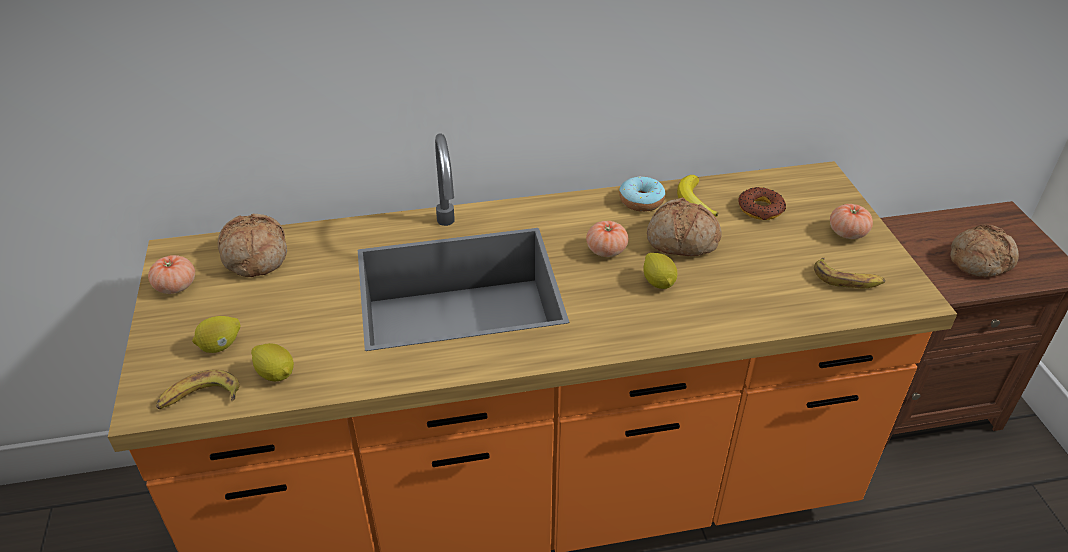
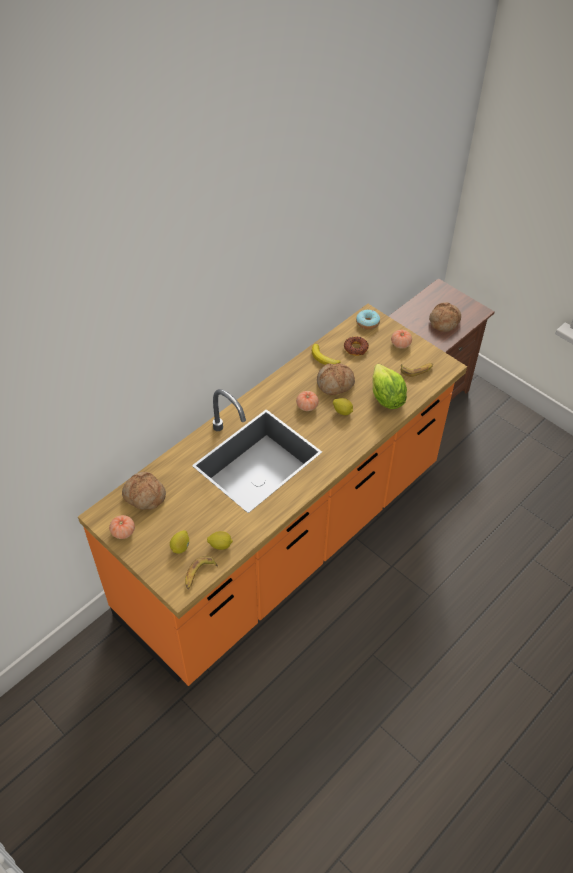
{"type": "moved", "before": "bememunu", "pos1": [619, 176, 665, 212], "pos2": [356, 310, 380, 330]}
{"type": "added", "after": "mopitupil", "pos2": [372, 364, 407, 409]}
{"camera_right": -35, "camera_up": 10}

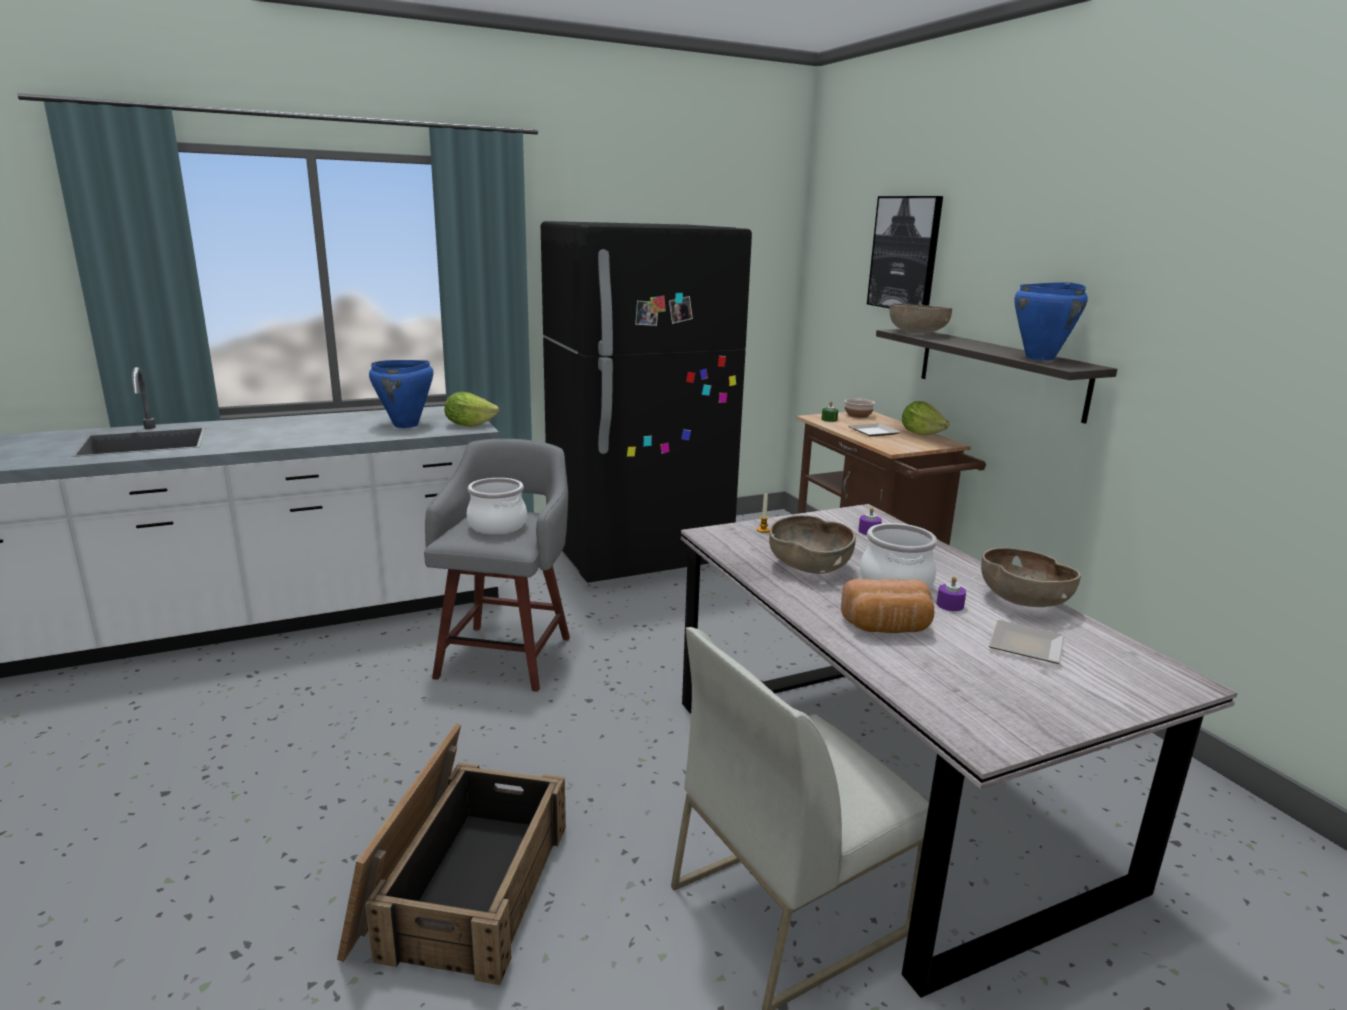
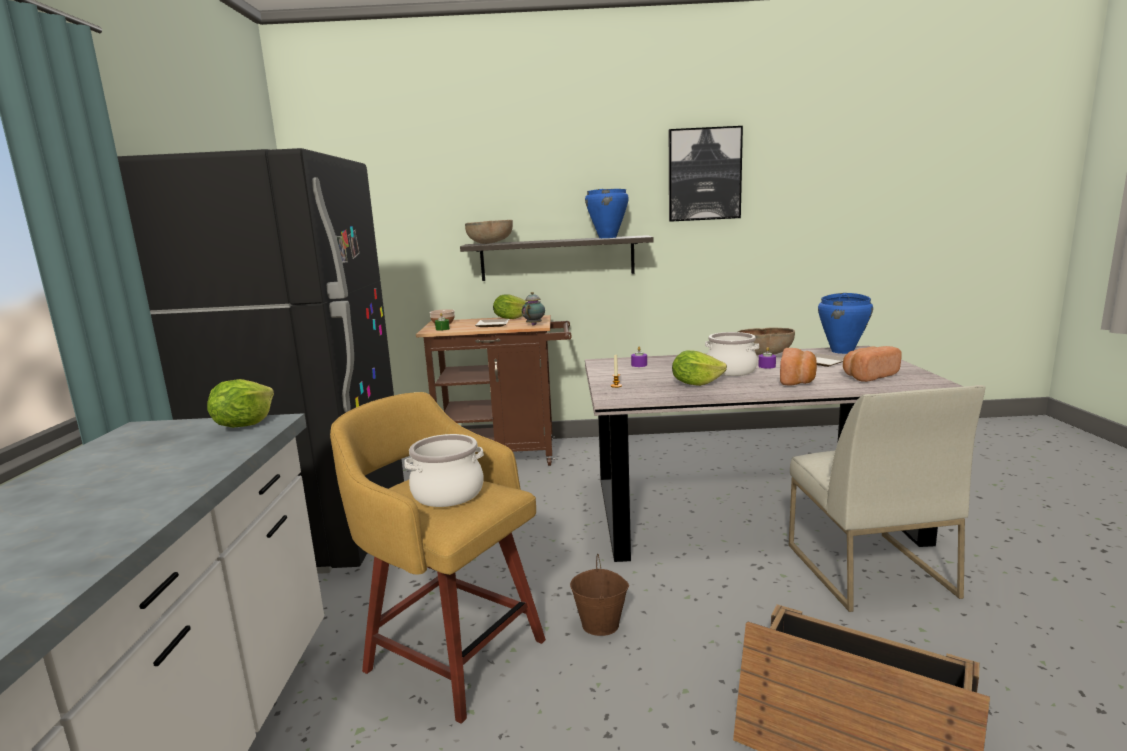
{"type": "moved", "before": "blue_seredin", "pos1": [369, 360, 433, 428], "pos2": [818, 293, 873, 354]}
{"type": "recoloured", "before": "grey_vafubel", "after": "yellow_vafubel", "pos1": [424, 439, 570, 692], "pos2": [330, 392, 546, 724]}
{"type": "replaced", "before": "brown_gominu", "after": "mopitupil", "pos1": [769, 515, 856, 574], "pos2": [672, 350, 727, 386]}
{"type": "moved", "before": "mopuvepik", "pos1": [867, 196, 943, 308], "pos2": [669, 126, 743, 222]}
{"type": "added", "after": "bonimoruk", "pos2": [522, 292, 545, 326]}
{"type": "added", "after": "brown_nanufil", "pos2": [570, 554, 629, 636]}
{"type": "added", "after": "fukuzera", "pos2": [843, 346, 902, 382]}
{"camera_right": -65, "camera_up": -5}

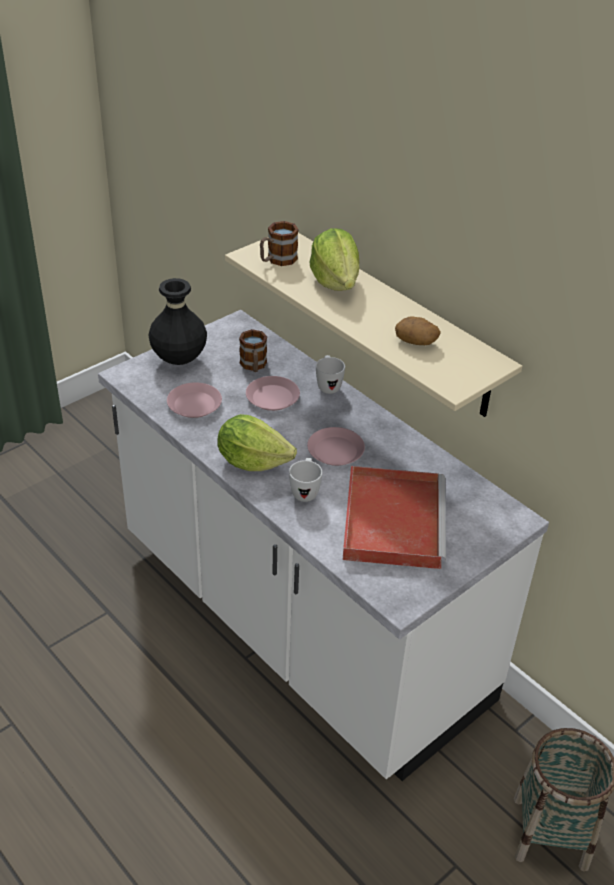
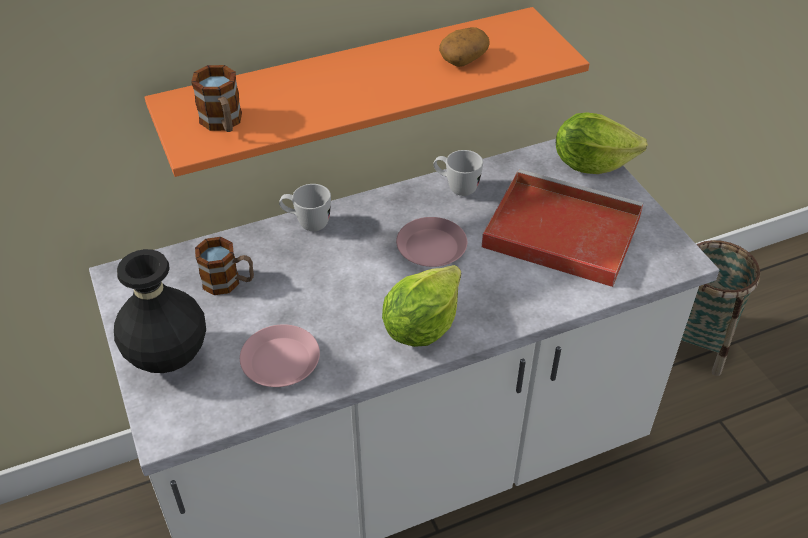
{"type": "recoloured", "before": "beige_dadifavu", "after": "orange_dadifavu", "pos1": [225, 233, 522, 417], "pos2": [145, 7, 589, 177]}
{"type": "removed", "before": "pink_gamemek", "pos1": [246, 376, 300, 411]}
{"type": "moved", "before": "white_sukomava", "pos1": [289, 458, 323, 502], "pos2": [433, 150, 483, 196]}
{"type": "moved", "before": "mopitupil", "pos1": [310, 228, 359, 291], "pos2": [556, 112, 648, 174]}
{"camera_right": -70, "camera_up": 5}

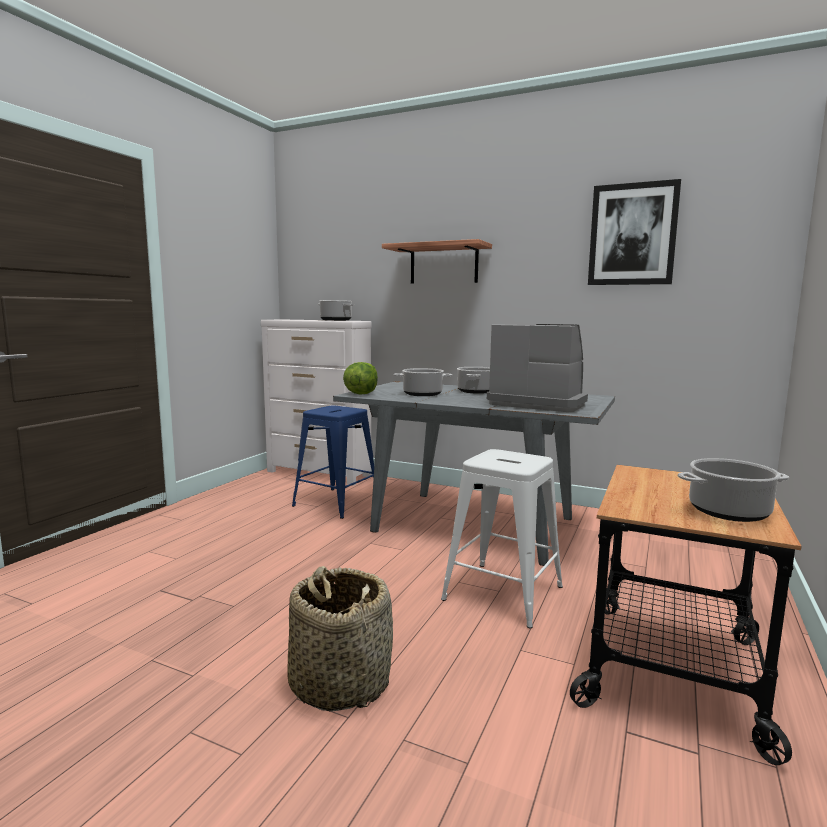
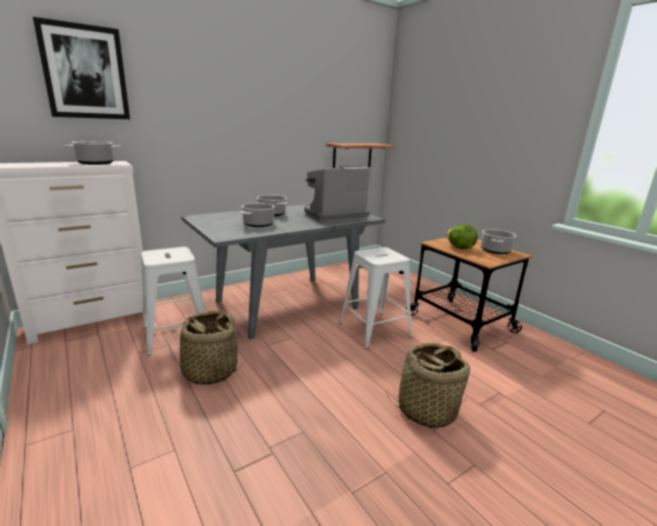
{"type": "recoloured", "before": "blue_vafubel", "after": "white_vafubel", "pos1": [292, 405, 374, 519], "pos2": [141, 247, 205, 356]}
{"type": "moved", "before": "mopitupil", "pos1": [343, 362, 378, 395], "pos2": [446, 224, 478, 249]}
{"type": "moved", "before": "dadifavu", "pos1": [382, 239, 492, 284], "pos2": [326, 143, 395, 168]}
{"type": "moved", "before": "mopuvepik", "pos1": [588, 179, 681, 285], "pos2": [33, 17, 130, 119]}
{"type": "added", "after": "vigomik", "pos2": [170, 311, 244, 385]}
{"camera_right": -60, "camera_up": 10}

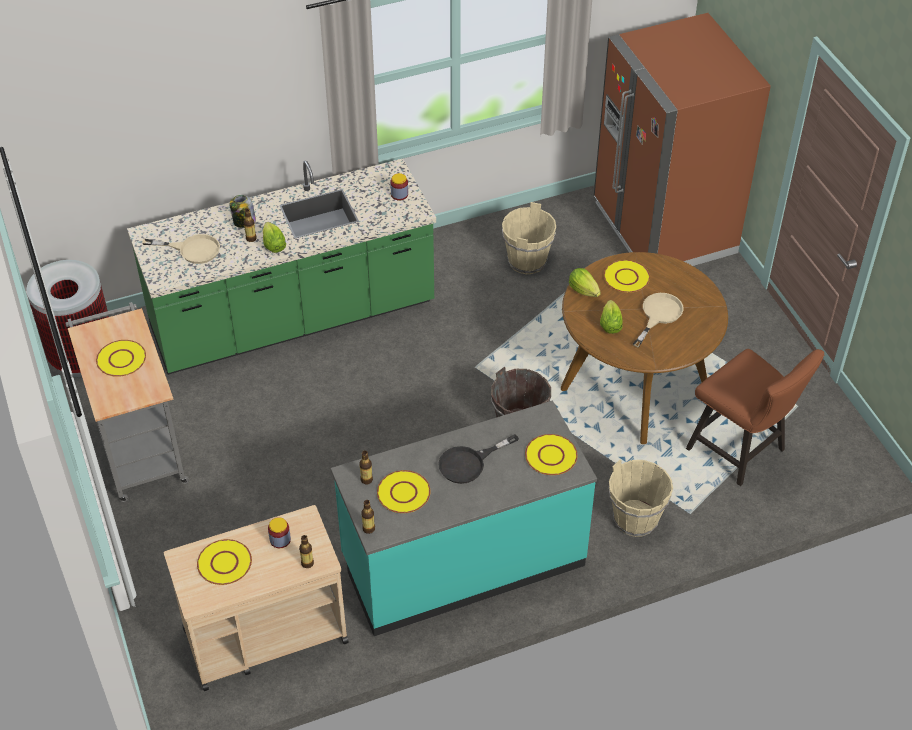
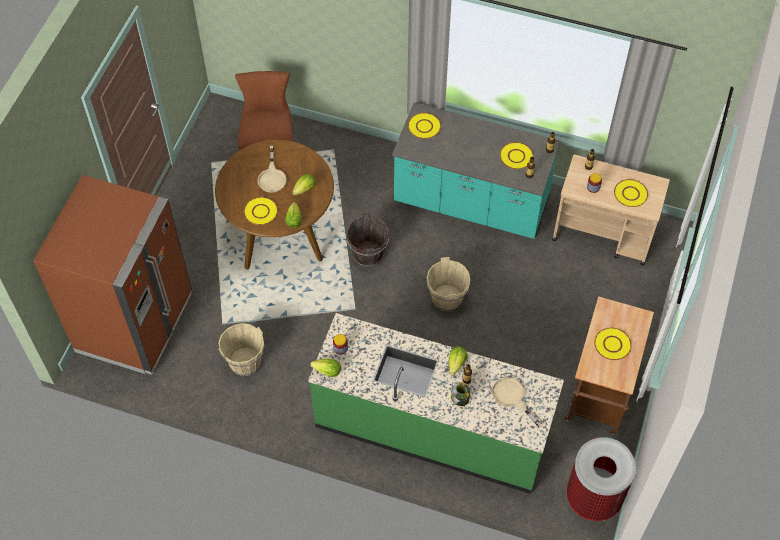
{"type": "recoloured", "before": "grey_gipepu", "after": "brown_gipepu", "pos1": [65, 302, 189, 502], "pos2": [565, 296, 654, 435]}
{"type": "removed", "before": "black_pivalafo", "pos1": [438, 434, 519, 484]}
{"type": "moved", "before": "beige_nanufil", "pos1": [609, 459, 673, 537], "pos2": [427, 257, 470, 312]}
{"type": "turned", "before": "beige_pivalafo", "pos1": [633, 293, 683, 348], "pos2": [257, 146, 287, 193], "turn": -75}
{"type": "added", "after": "mopitupil", "pos2": [310, 359, 341, 377]}
{"camera_right": -140, "camera_up": 10}

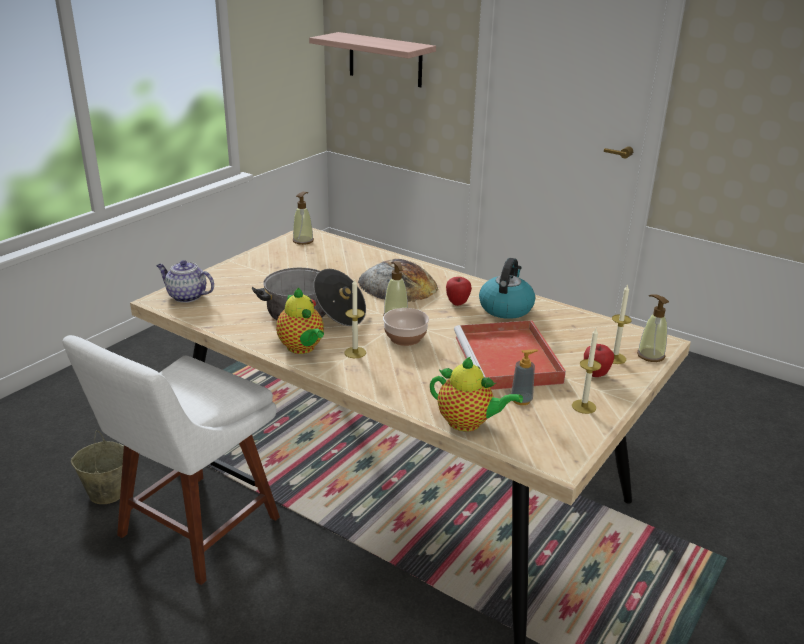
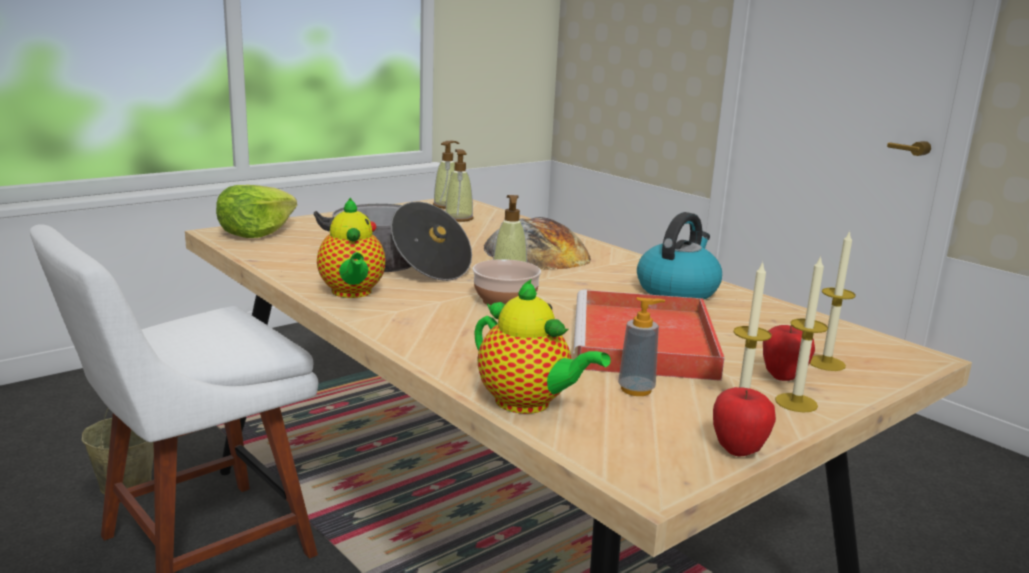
{"type": "replaced", "before": "bonimoruk", "after": "mopitupil", "pos1": [156, 260, 214, 303], "pos2": [216, 185, 297, 238]}
{"type": "removed", "before": "dadifavu", "pos1": [309, 32, 436, 87]}
{"type": "moved", "before": "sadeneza", "pos1": [344, 278, 366, 358], "pos2": [775, 255, 828, 412]}
{"type": "moved", "before": "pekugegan", "pos1": [446, 277, 472, 306], "pos2": [713, 387, 776, 457]}
{"type": "moved", "before": "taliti", "pos1": [637, 294, 669, 362], "pos2": [446, 149, 474, 222]}
{"camera_right": 15, "camera_up": -10}

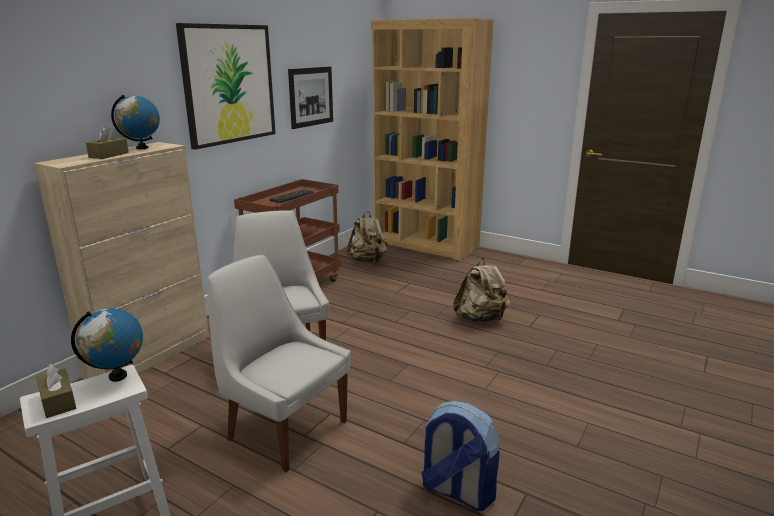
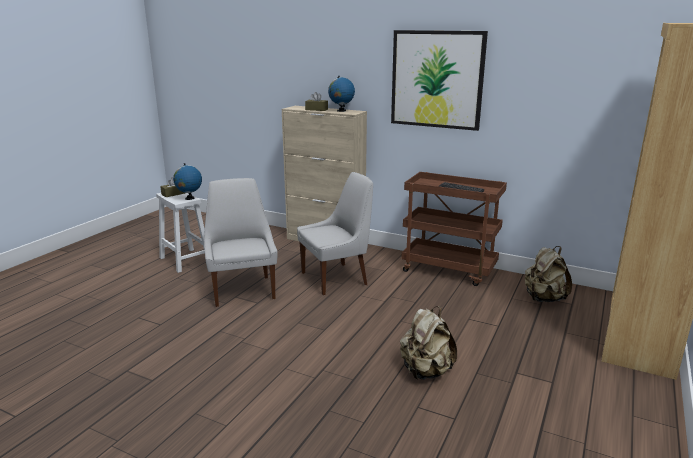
{"type": "turned", "before": "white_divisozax", "pos1": [207, 255, 350, 472], "pos2": [204, 178, 277, 307], "turn": -45}
{"type": "removed", "before": "mopuvepik", "pos1": [288, 67, 333, 129]}
{"type": "removed", "before": "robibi", "pos1": [421, 401, 499, 511]}
{"camera_right": 85, "camera_up": 0}

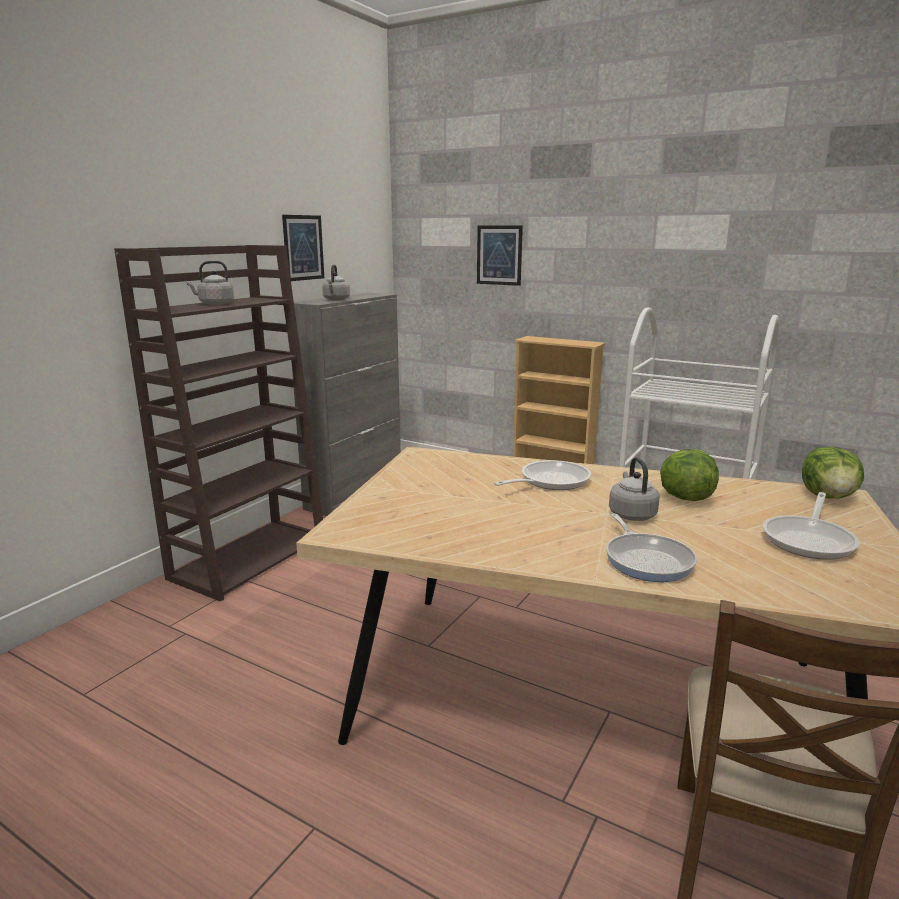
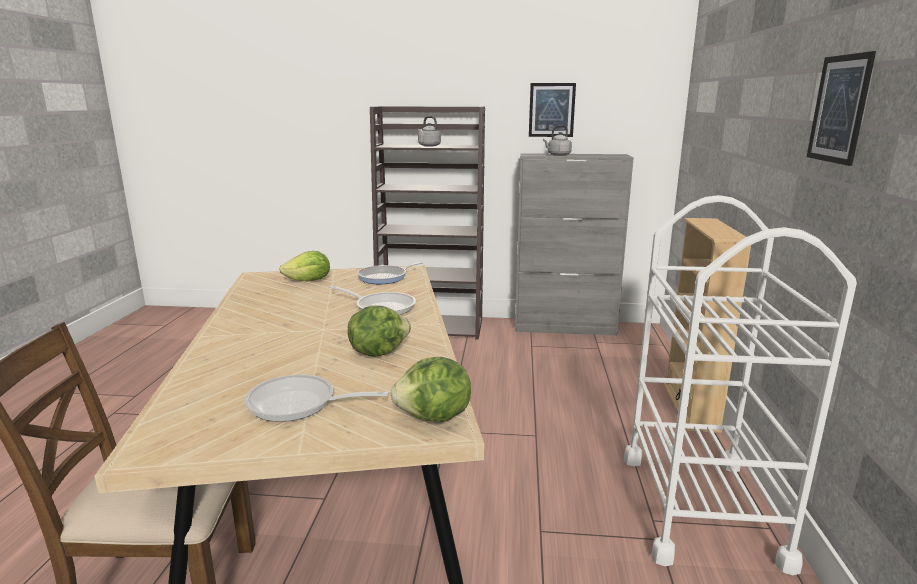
{"type": "moved", "before": "mopuvepik", "pos1": [477, 225, 523, 286], "pos2": [807, 51, 876, 166]}
{"type": "moved", "before": "pivalafo", "pos1": [606, 514, 697, 582], "pos2": [357, 262, 423, 284]}
{"type": "removed", "before": "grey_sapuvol", "pos1": [609, 457, 660, 521]}
{"type": "added", "after": "mopitupil", "pos2": [279, 251, 330, 281]}
{"camera_right": 65, "camera_up": 0}

